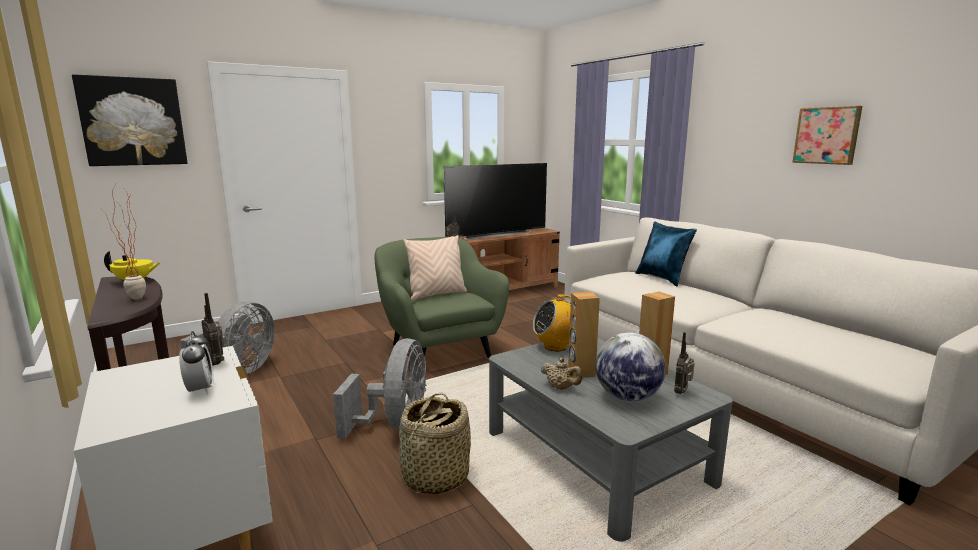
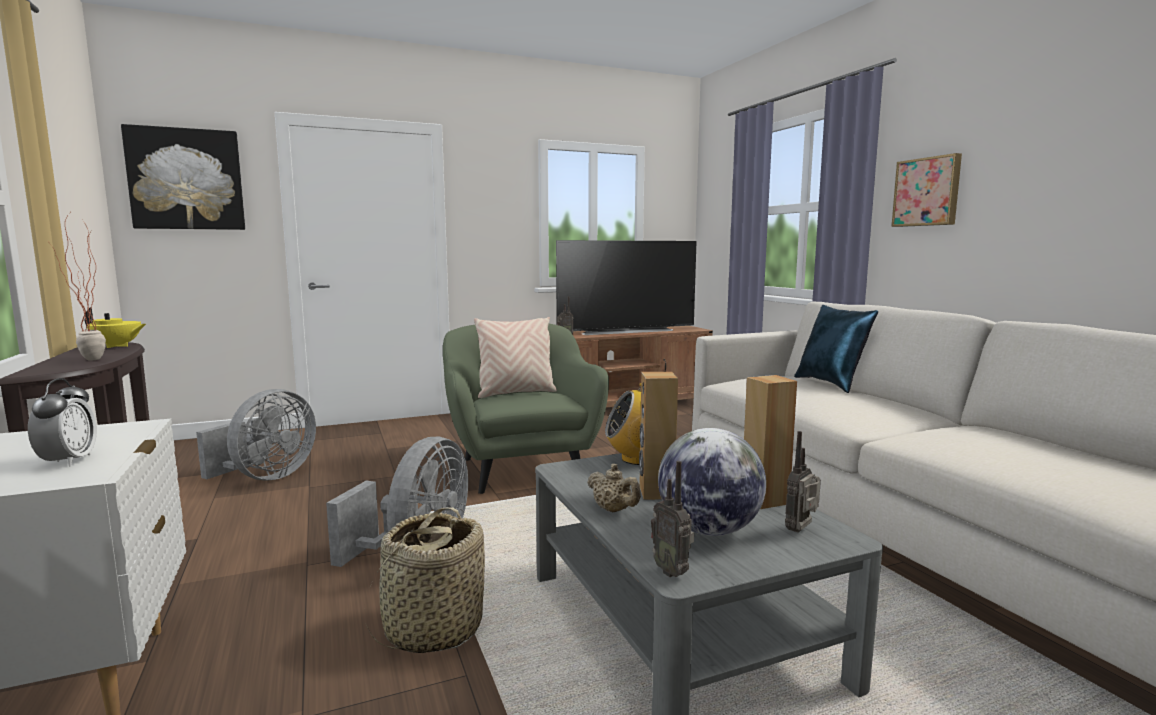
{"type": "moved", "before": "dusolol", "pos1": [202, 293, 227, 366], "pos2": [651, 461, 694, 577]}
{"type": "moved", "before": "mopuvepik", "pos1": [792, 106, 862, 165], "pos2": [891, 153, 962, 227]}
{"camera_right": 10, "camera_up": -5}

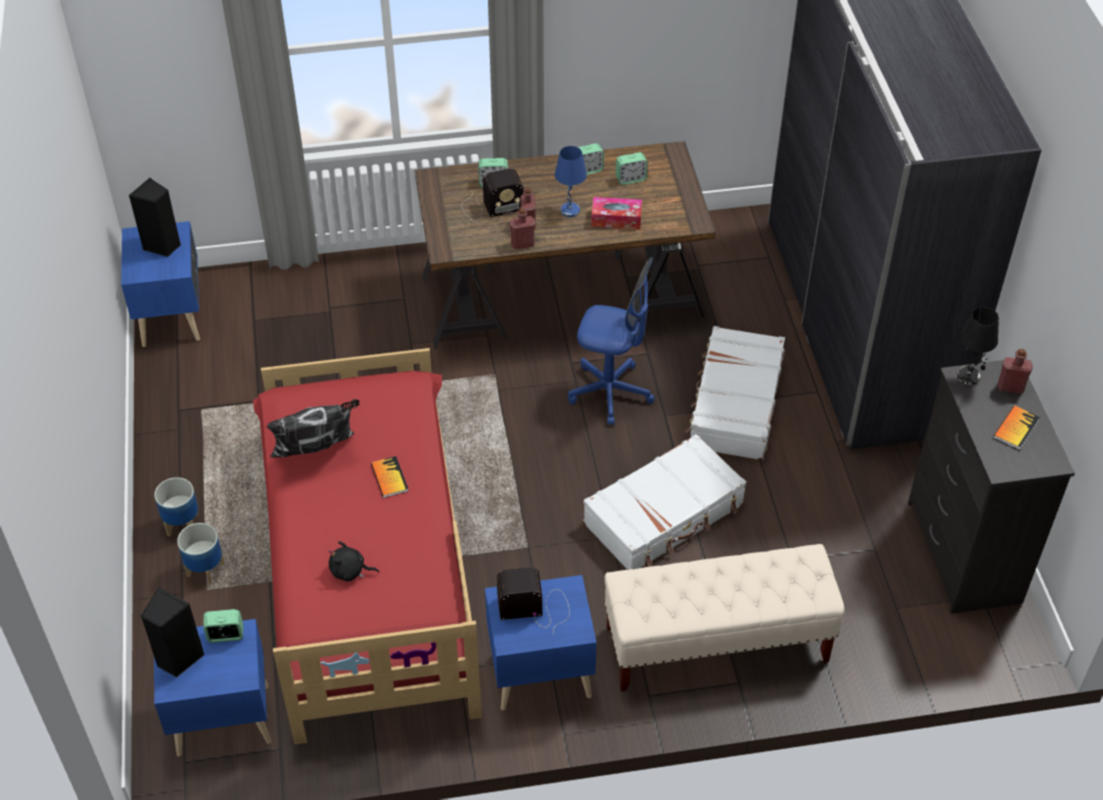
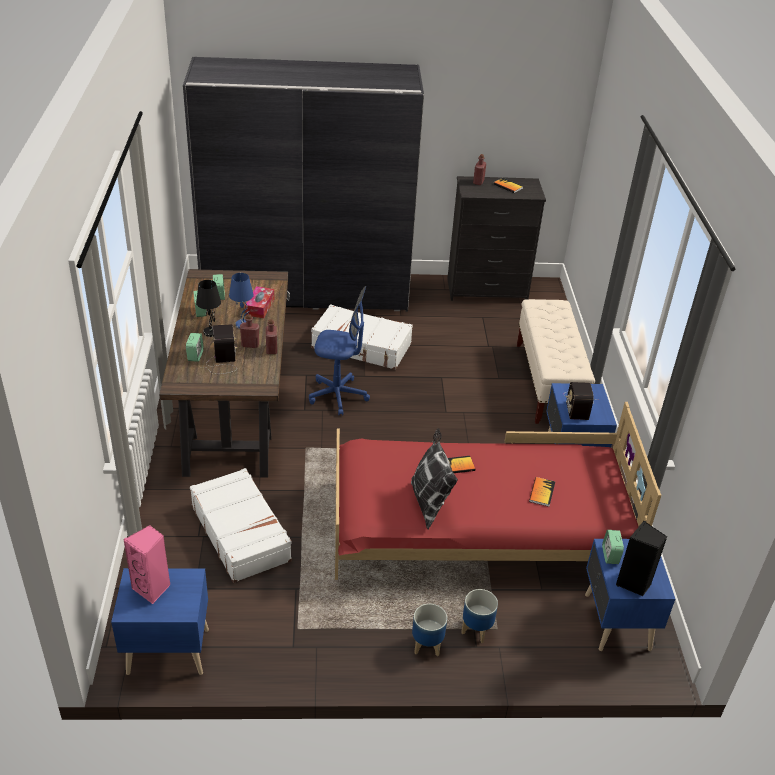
{"type": "recoloured", "before": "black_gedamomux", "after": "pink_gedamomux", "pos1": [129, 178, 181, 257], "pos2": [123, 525, 171, 604]}
{"type": "replaced", "before": "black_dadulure", "after": "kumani", "pos1": [329, 541, 379, 581], "pos2": [529, 477, 555, 507]}
{"type": "turned", "before": "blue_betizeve", "pos1": [568, 257, 655, 425], "pos2": [309, 286, 370, 415], "turn": 75}
{"type": "moved", "before": "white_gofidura", "pos1": [583, 434, 746, 570], "pos2": [190, 468, 292, 583]}
{"type": "moved", "before": "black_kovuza", "pos1": [957, 307, 999, 385], "pos2": [196, 280, 221, 337]}
{"camera_right": -85, "camera_up": -10}

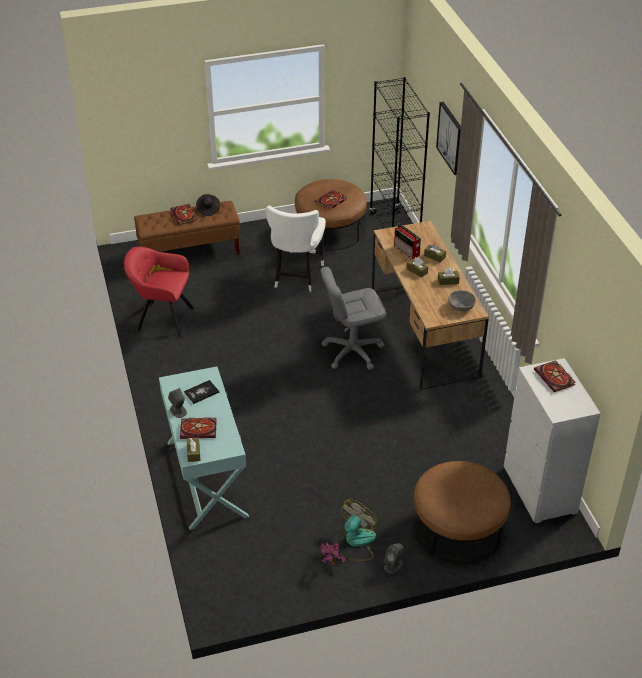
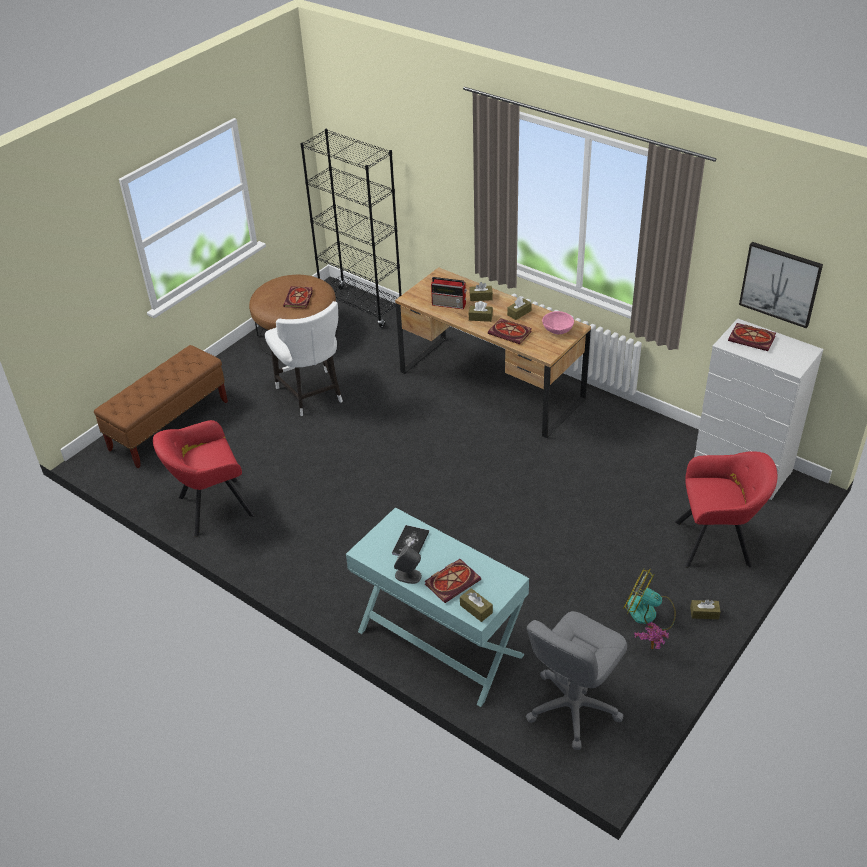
{"type": "moved", "before": "kumani", "pos1": [171, 204, 197, 225], "pos2": [488, 318, 532, 344]}
{"type": "removed", "before": "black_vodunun", "pos1": [196, 194, 220, 216]}
{"type": "moved", "before": "grey_betizeve", "pos1": [320, 267, 386, 370], "pos2": [526, 611, 627, 750]}
{"type": "turned", "before": "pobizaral", "pos1": [338, 499, 377, 561], "pos2": [623, 569, 676, 630], "turn": -60}
{"type": "replaced", "before": "grey_gedamomux", "after": "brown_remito", "pos1": [384, 543, 404, 574], "pos2": [690, 599, 721, 619]}
{"type": "replaced", "before": "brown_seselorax", "after": "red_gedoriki", "pos1": [414, 461, 511, 564], "pos2": [675, 451, 777, 568]}
{"type": "moved", "before": "mopuvepik", "pos1": [436, 102, 461, 175], "pos2": [739, 242, 823, 328]}
{"type": "recoloured", "before": "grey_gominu", "after": "pink_gominu", "pos1": [448, 290, 476, 312], "pos2": [542, 311, 574, 334]}
{"camera_right": -35, "camera_up": 0}

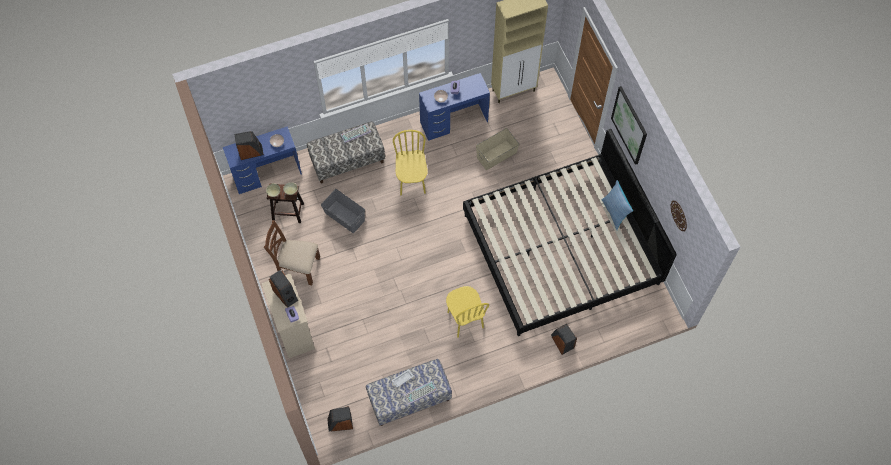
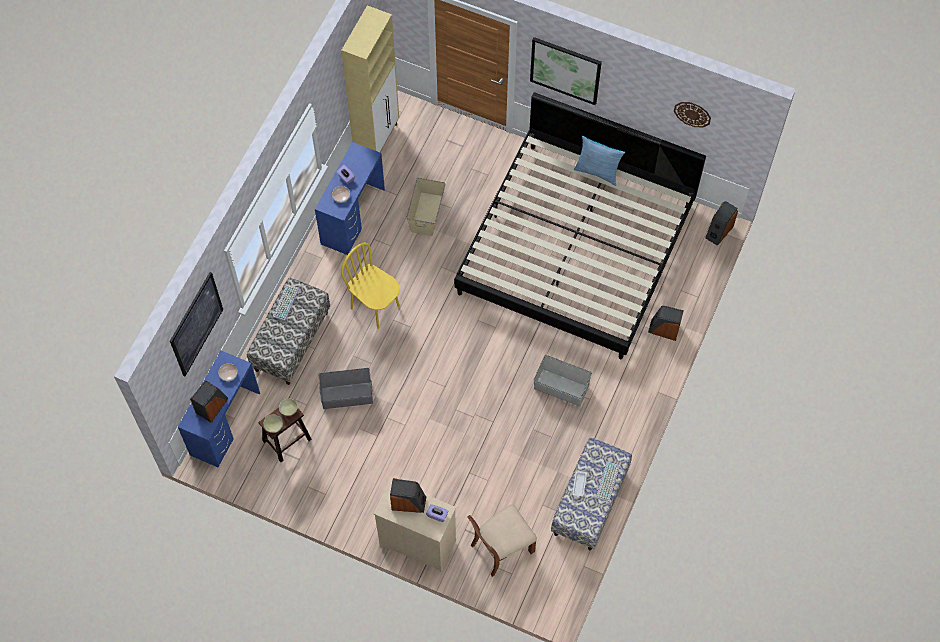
{"type": "moved", "before": "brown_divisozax", "pos1": [264, 220, 320, 285], "pos2": [468, 504, 537, 577]}
{"type": "moved", "before": "gedamomux", "pos1": [327, 406, 353, 431], "pos2": [705, 201, 738, 245]}
{"type": "replaced", "before": "yellow_divisozax", "after": "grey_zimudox", "pos1": [446, 286, 489, 338], "pos2": [534, 355, 592, 406]}
{"type": "added", "after": "mopuvepik", "pos2": [170, 272, 223, 376]}
{"camera_right": -45, "camera_up": 0}

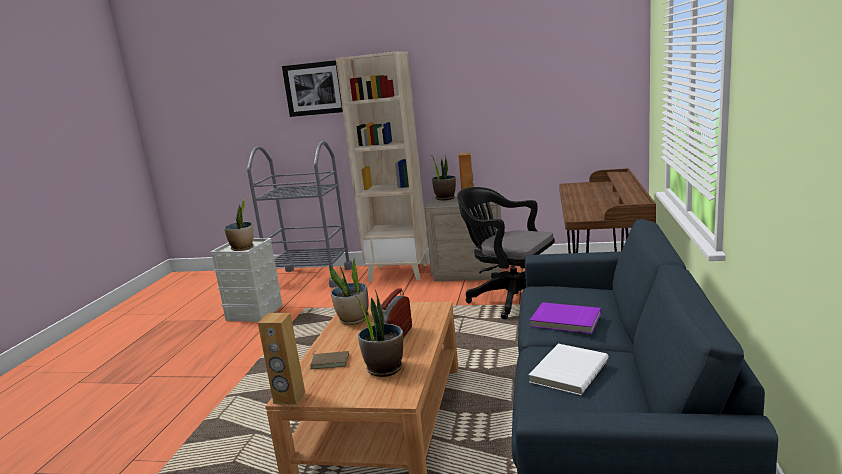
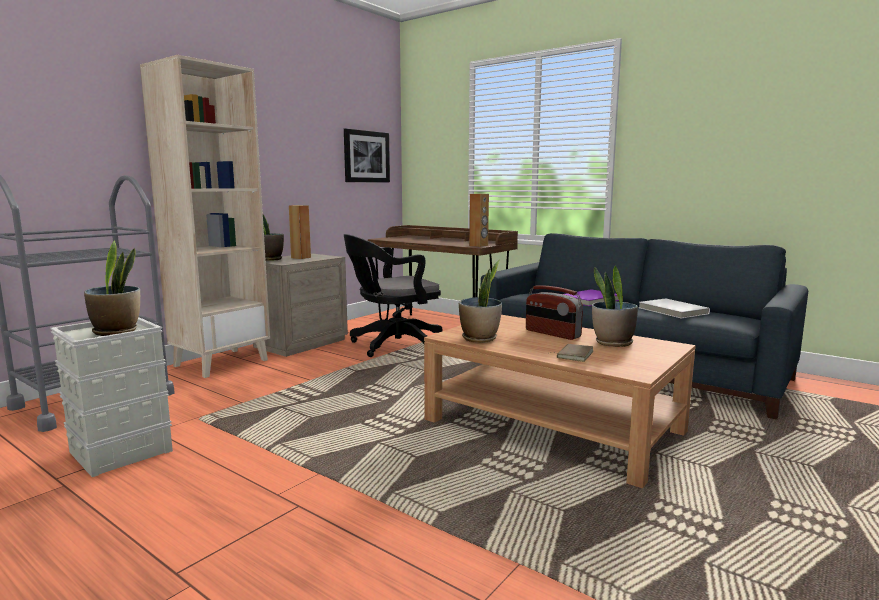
{"type": "moved", "before": "brown_gedamomux", "pos1": [258, 313, 305, 405], "pos2": [469, 194, 489, 247]}
{"type": "moved", "before": "mopuvepik", "pos1": [282, 60, 343, 117], "pos2": [344, 128, 390, 183]}
{"camera_right": -65, "camera_up": -5}

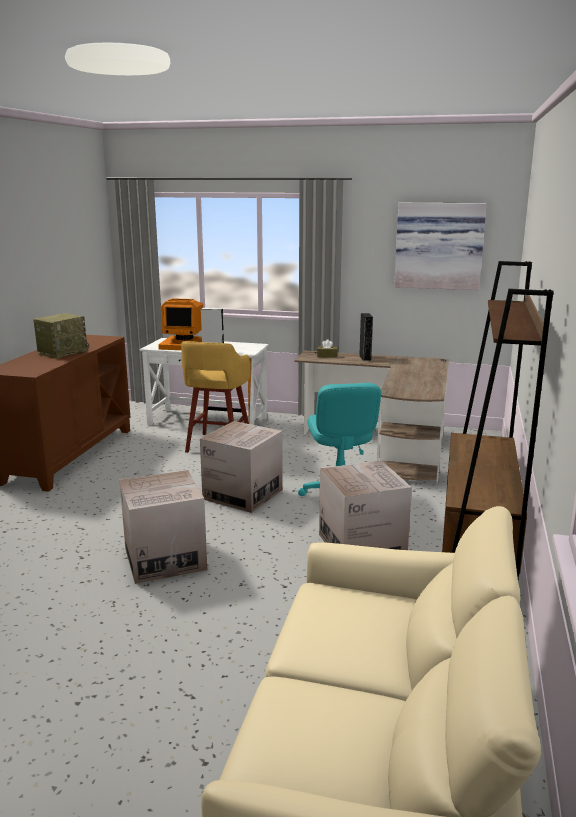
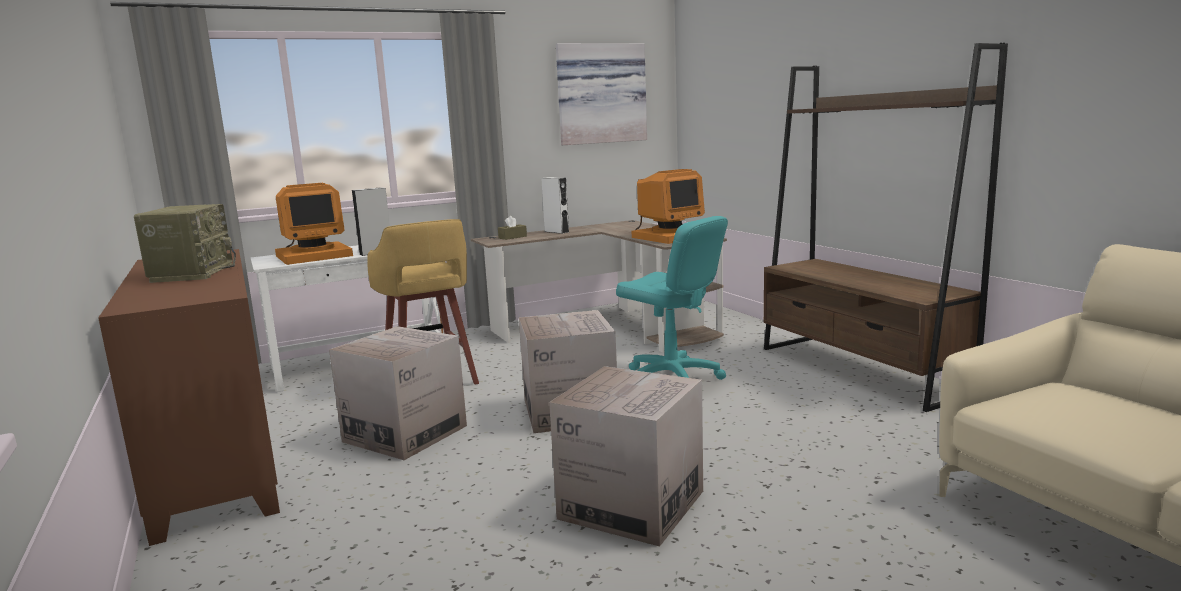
{"type": "moved", "before": "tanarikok", "pos1": [319, 461, 412, 550], "pos2": [329, 326, 467, 460]}
{"type": "recoloured", "before": "black_gedamomux", "after": "white_gedamomux", "pos1": [359, 313, 373, 361], "pos2": [541, 177, 569, 234]}
{"type": "added", "after": "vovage", "pos2": [632, 169, 705, 244]}
{"camera_right": -40, "camera_up": -5}

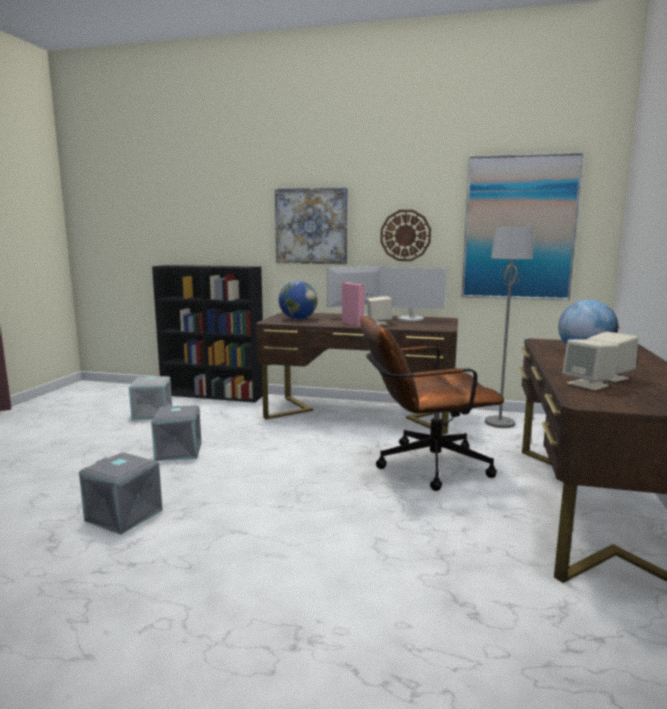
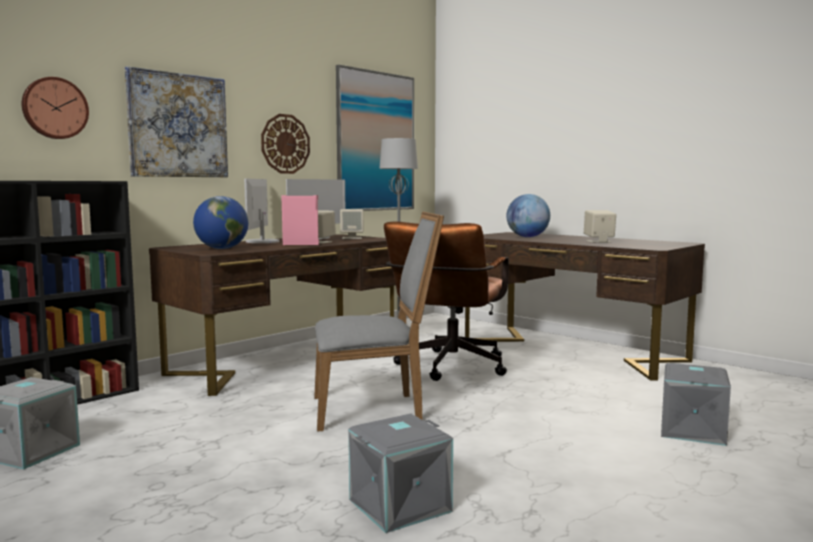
{"type": "moved", "before": "grey_zimudox", "pos1": [151, 405, 201, 461], "pos2": [661, 363, 731, 446]}
{"type": "moved", "before": "beige_gedamomux", "pos1": [563, 339, 619, 390], "pos2": [340, 209, 364, 239]}
{"type": "added", "after": "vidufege", "pos2": [22, 77, 89, 139]}
{"type": "added", "after": "grey_divisozax", "pos2": [314, 211, 444, 431]}
{"camera_right": -60, "camera_up": -5}

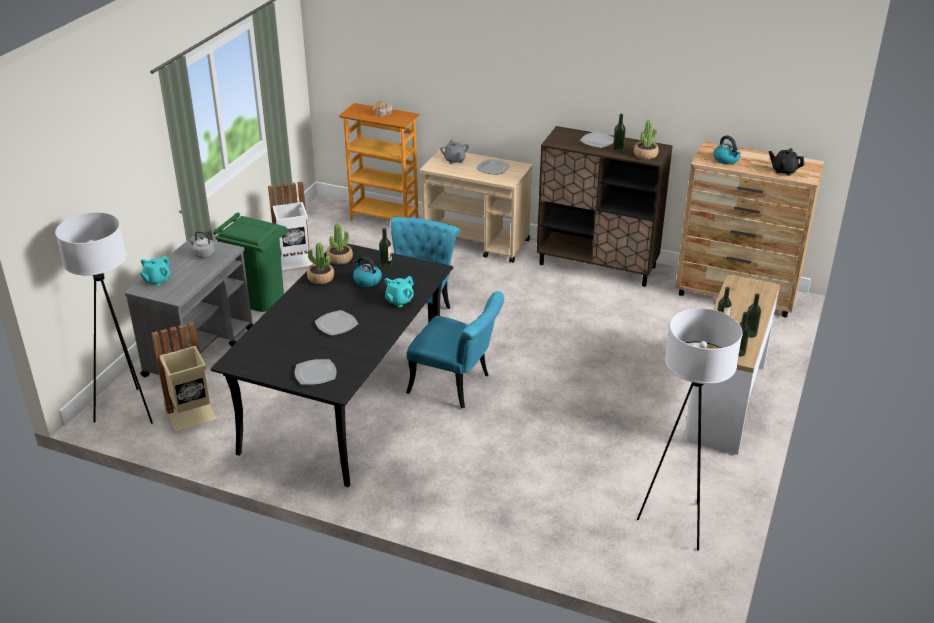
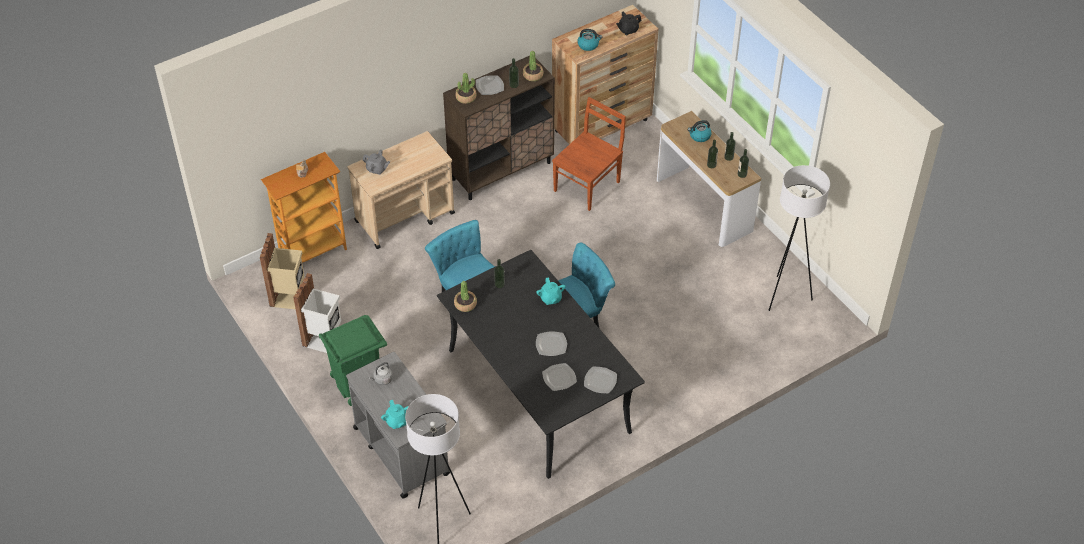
{"type": "moved", "before": "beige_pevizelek", "pos1": [151, 322, 217, 431], "pos2": [260, 233, 304, 309]}
{"type": "moved", "before": "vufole", "pos1": [307, 243, 334, 284], "pos2": [455, 73, 477, 104]}
{"type": "moved", "before": "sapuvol", "pos1": [353, 256, 382, 287], "pos2": [688, 120, 712, 142]}
{"type": "moved", "before": "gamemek", "pos1": [476, 159, 510, 175], "pos2": [542, 363, 577, 391]}
{"type": "added", "after": "brown_divisozax", "pos2": [552, 97, 626, 211]}
{"camera_right": -55, "camera_up": 15}

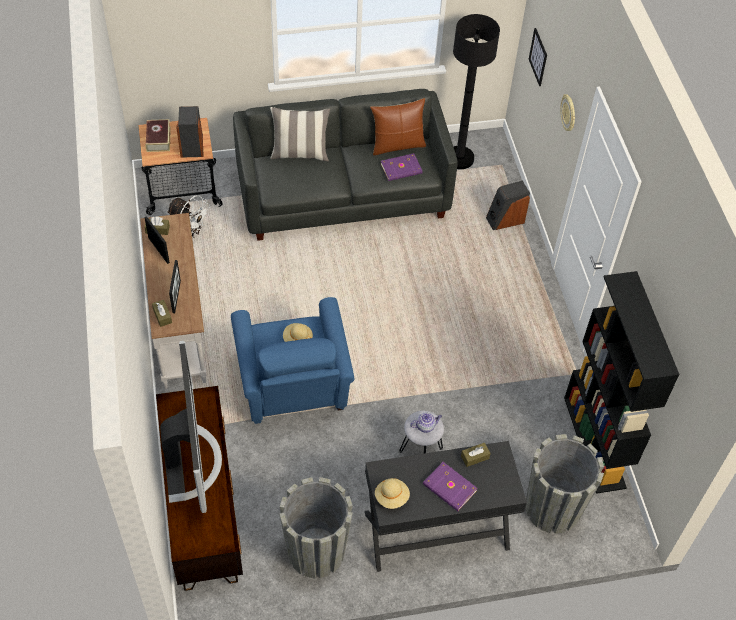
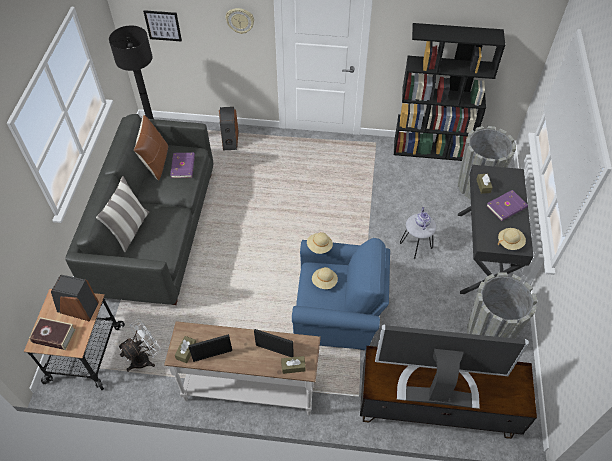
{"type": "added", "after": "beige_vodunun", "pos2": [307, 232, 333, 254]}
{"camera_right": -70, "camera_up": 0}

